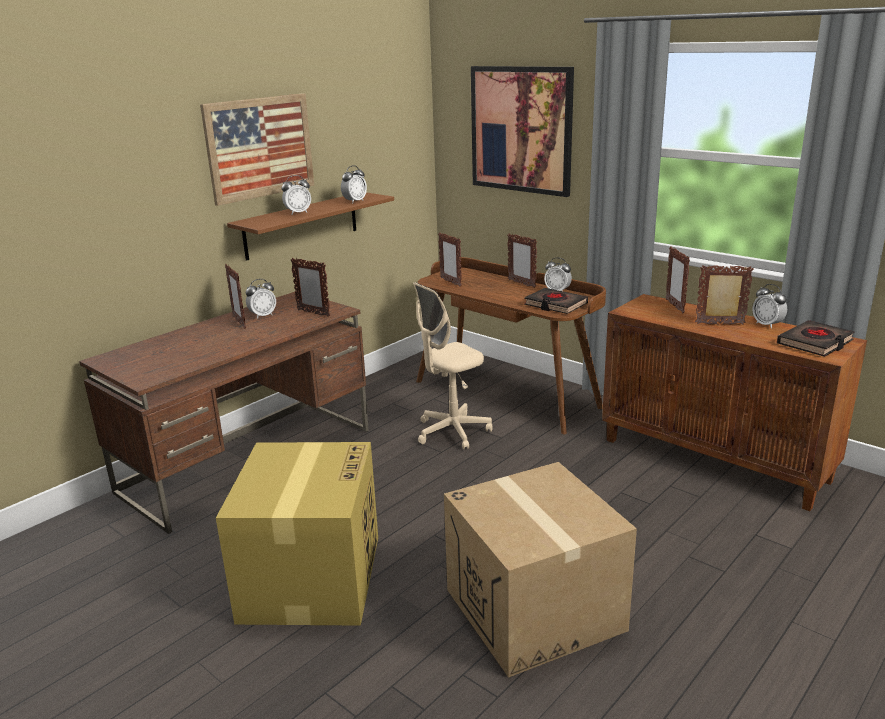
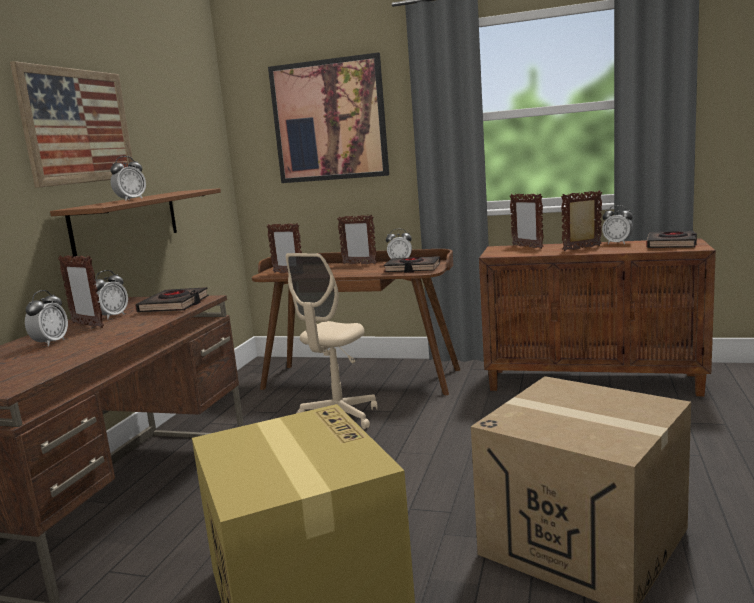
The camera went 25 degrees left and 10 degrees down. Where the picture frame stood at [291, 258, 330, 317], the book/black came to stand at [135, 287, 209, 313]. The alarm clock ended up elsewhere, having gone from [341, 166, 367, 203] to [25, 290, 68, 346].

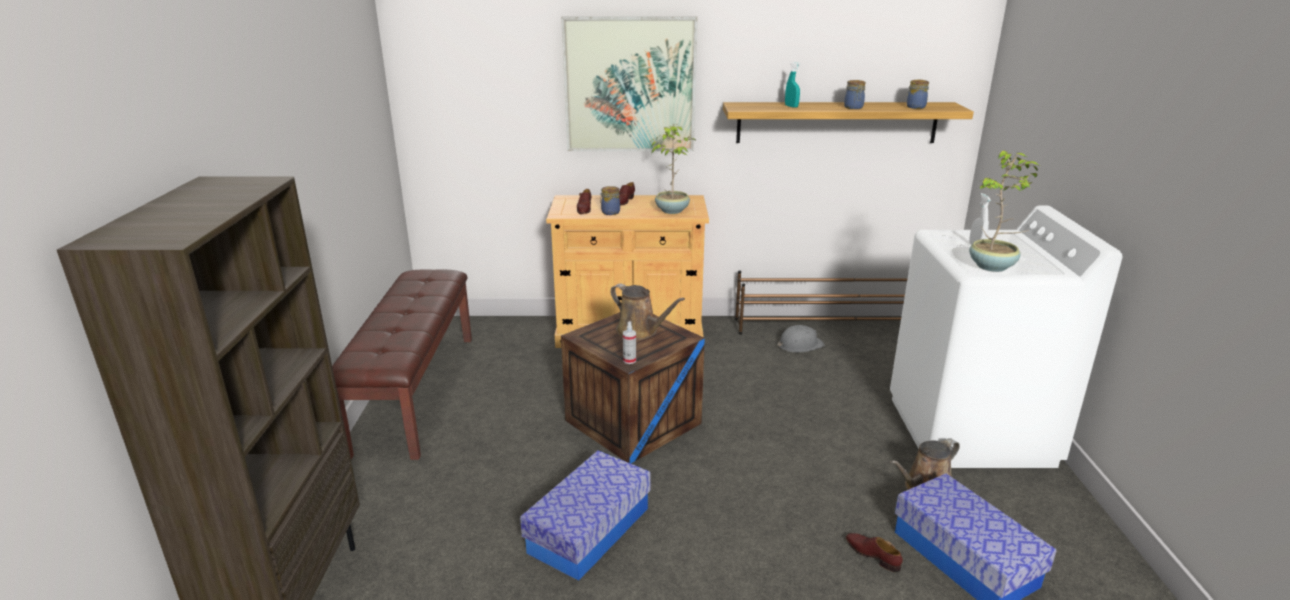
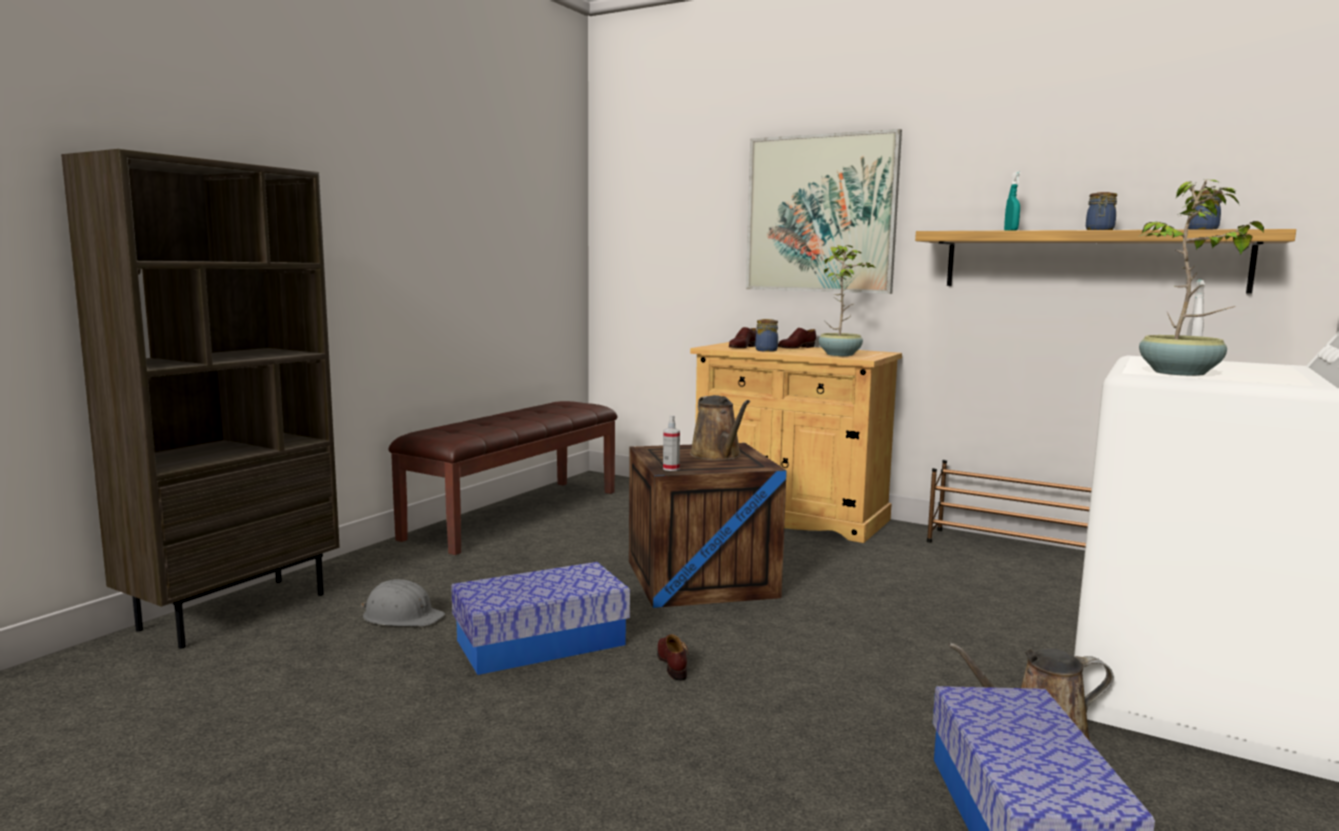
The camera went 30 degrees right and 15 degrees down. The hard hat/grey ended up elsewhere, having gone from [777, 325, 825, 352] to [360, 579, 445, 626]. The shoe/brown ended up elsewhere, having gone from [846, 533, 903, 572] to [657, 634, 688, 681].

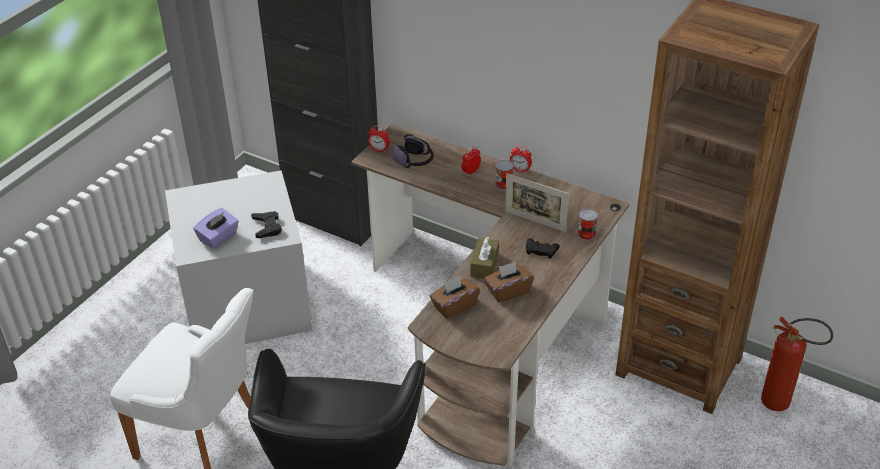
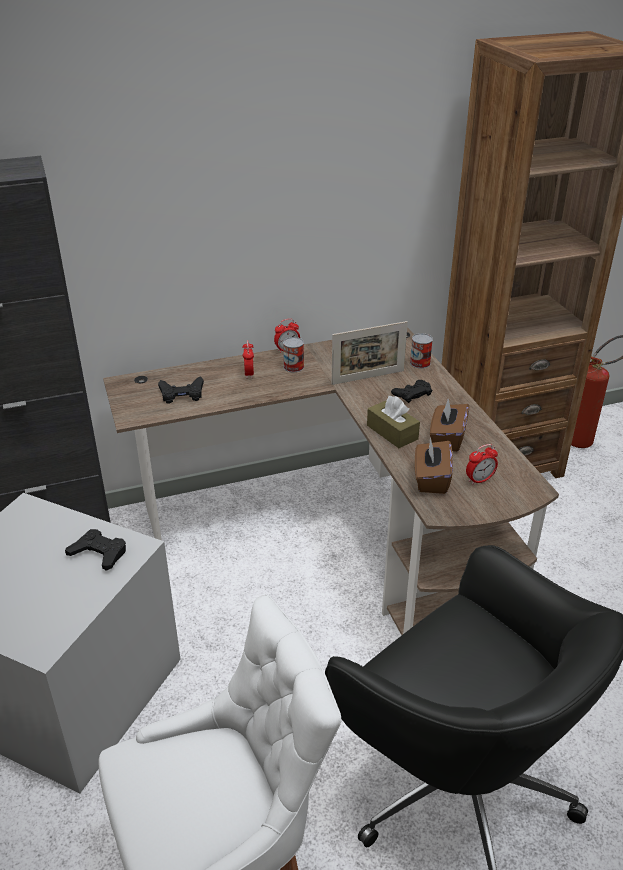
The camera went 50 degrees left and 5 degrees down. The second view lost the tissue box/purple at [193, 208, 239, 249]. The alarm clock ended up elsewhere, having gone from [368, 126, 390, 153] to [466, 444, 498, 485]. Where the headphones stood at [392, 135, 434, 168], the game controller/black came to stand at [158, 376, 204, 404].

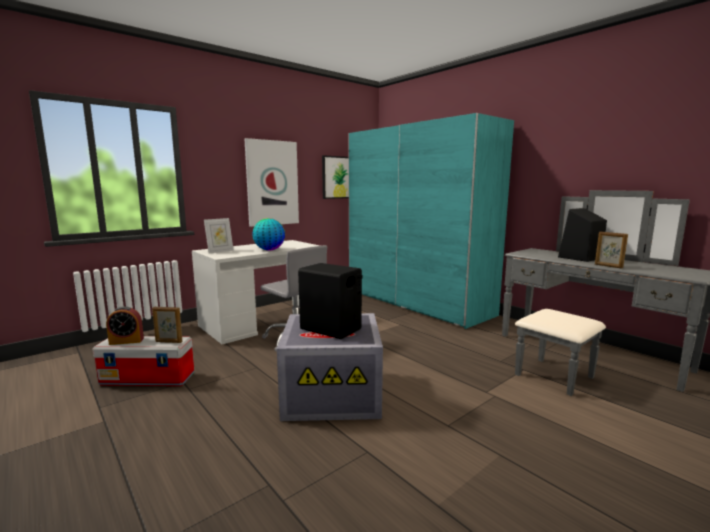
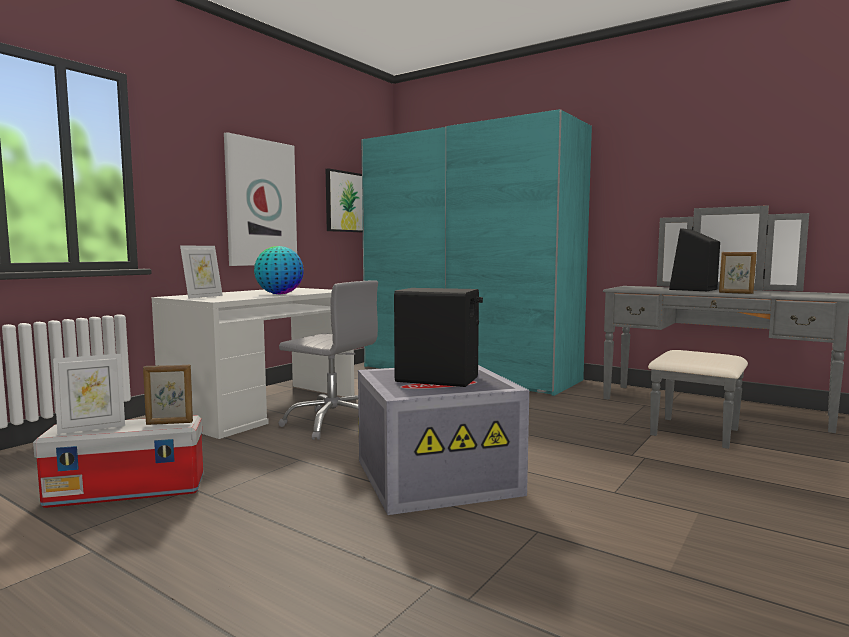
The camera went 15 degrees left and 5 degrees down. Where the alarm clock stood at [106, 306, 144, 345], the picture frame came to stand at [53, 354, 125, 434].

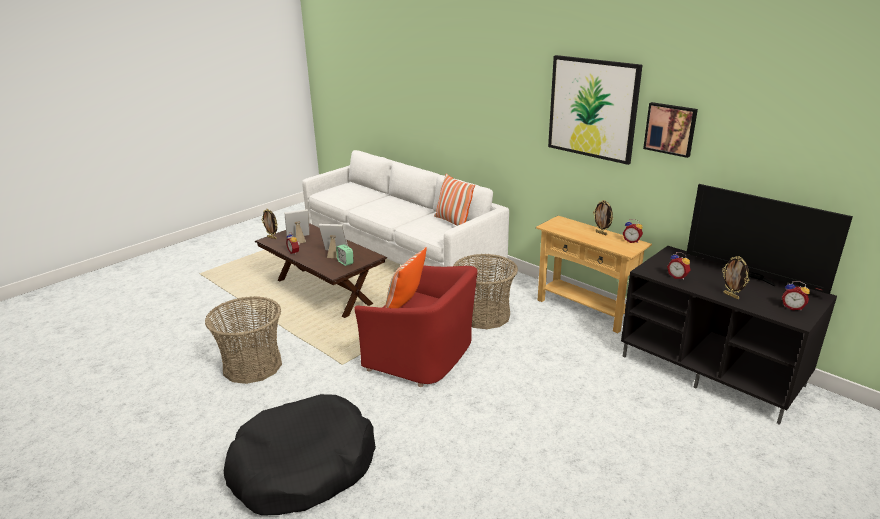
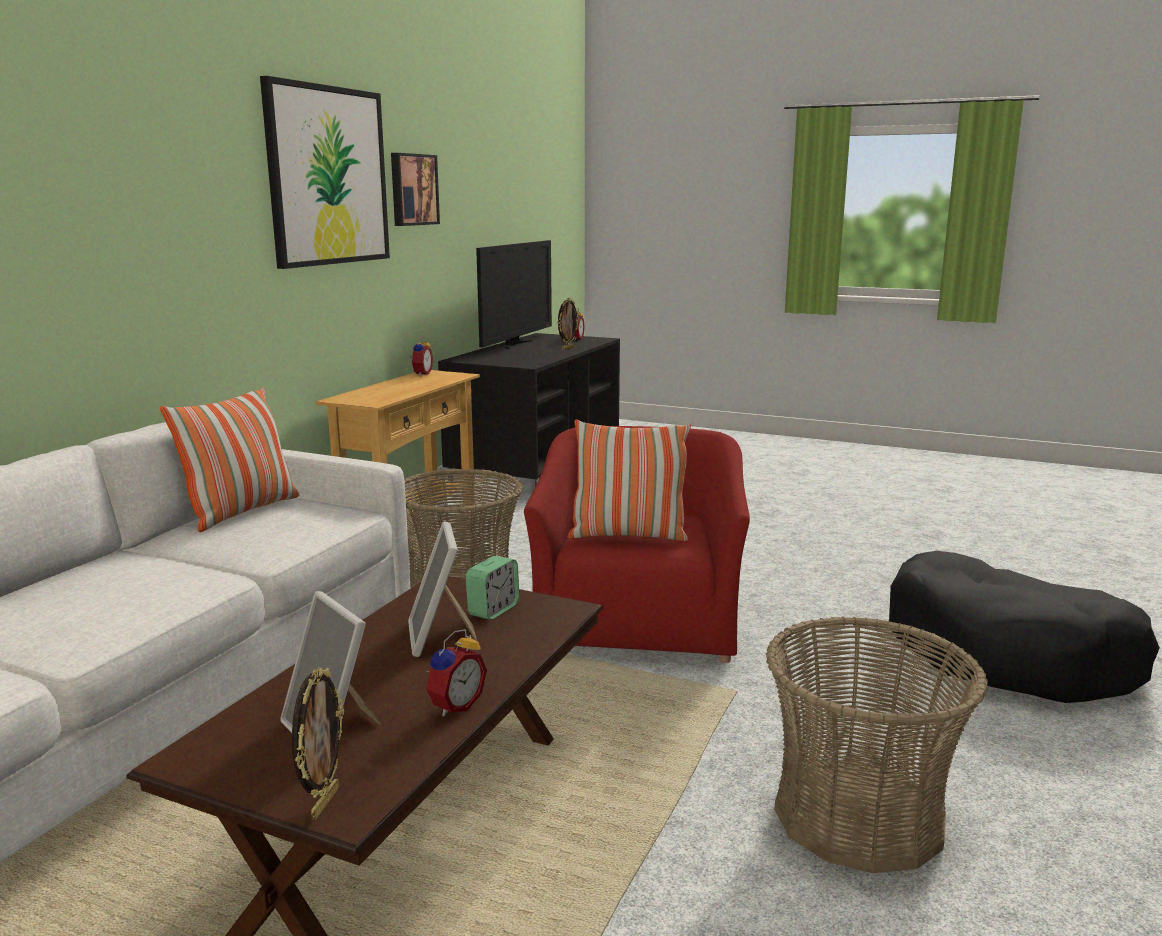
The camera went 110 degrees left and 10 degrees down. The second view lost the picture frame at [593, 200, 613, 235]. The second view lost the alarm clock at [667, 252, 691, 280].

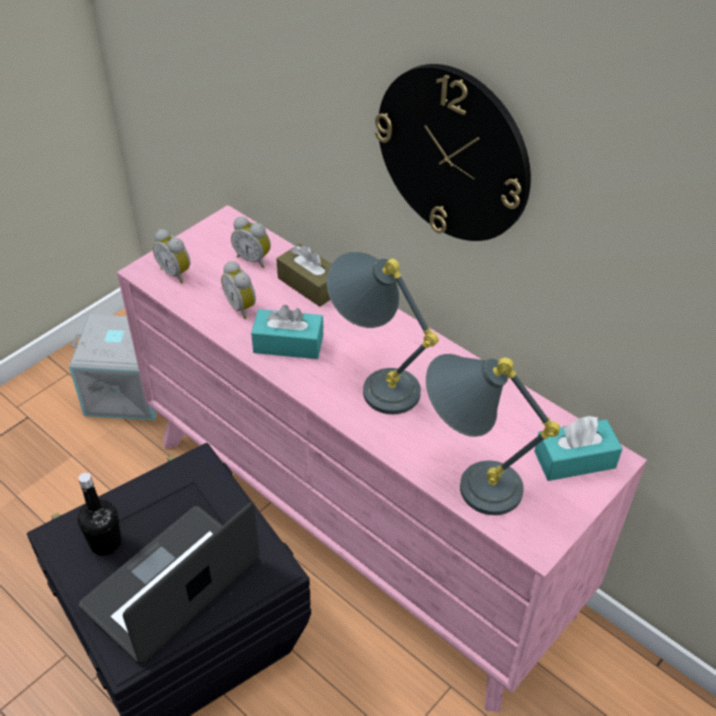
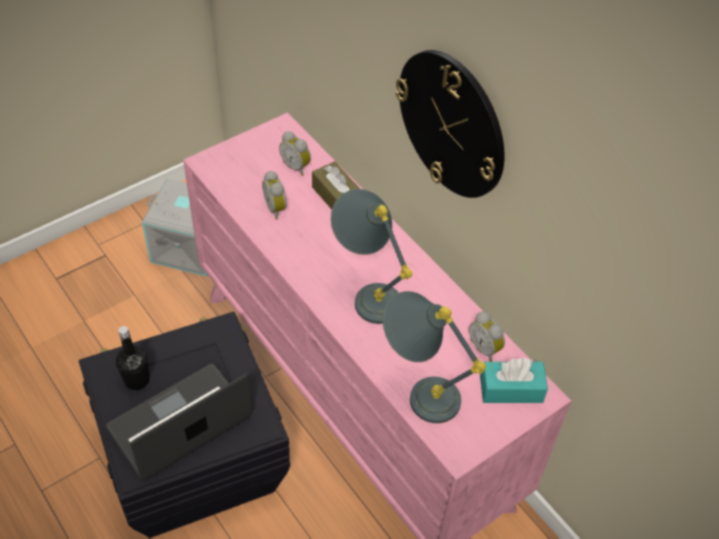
The camera went 10 degrees right and 5 degrees up. The alarm clock ended up elsewhere, having gone from [153, 229, 190, 283] to [469, 312, 505, 362]. The second view lost the tissue box/turquoise at [251, 305, 324, 359].

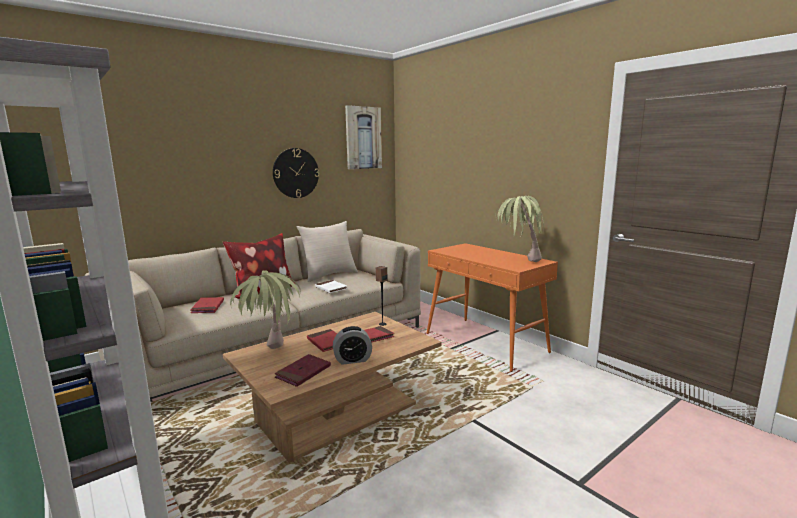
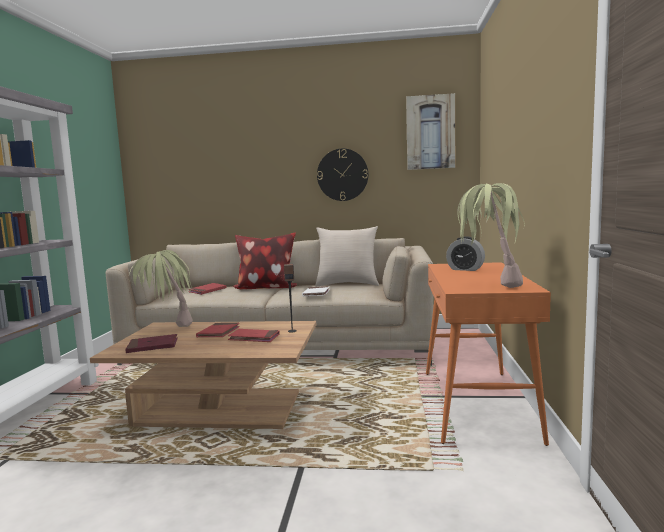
The camera went 45 degrees right and 5 degrees down. The alarm clock ended up elsewhere, having gone from [333, 326, 372, 365] to [446, 236, 485, 271].

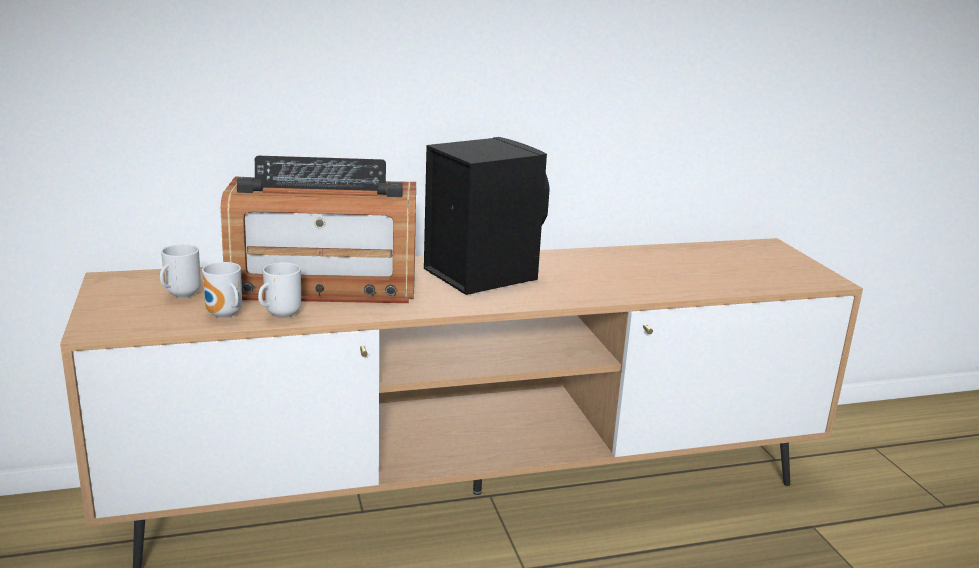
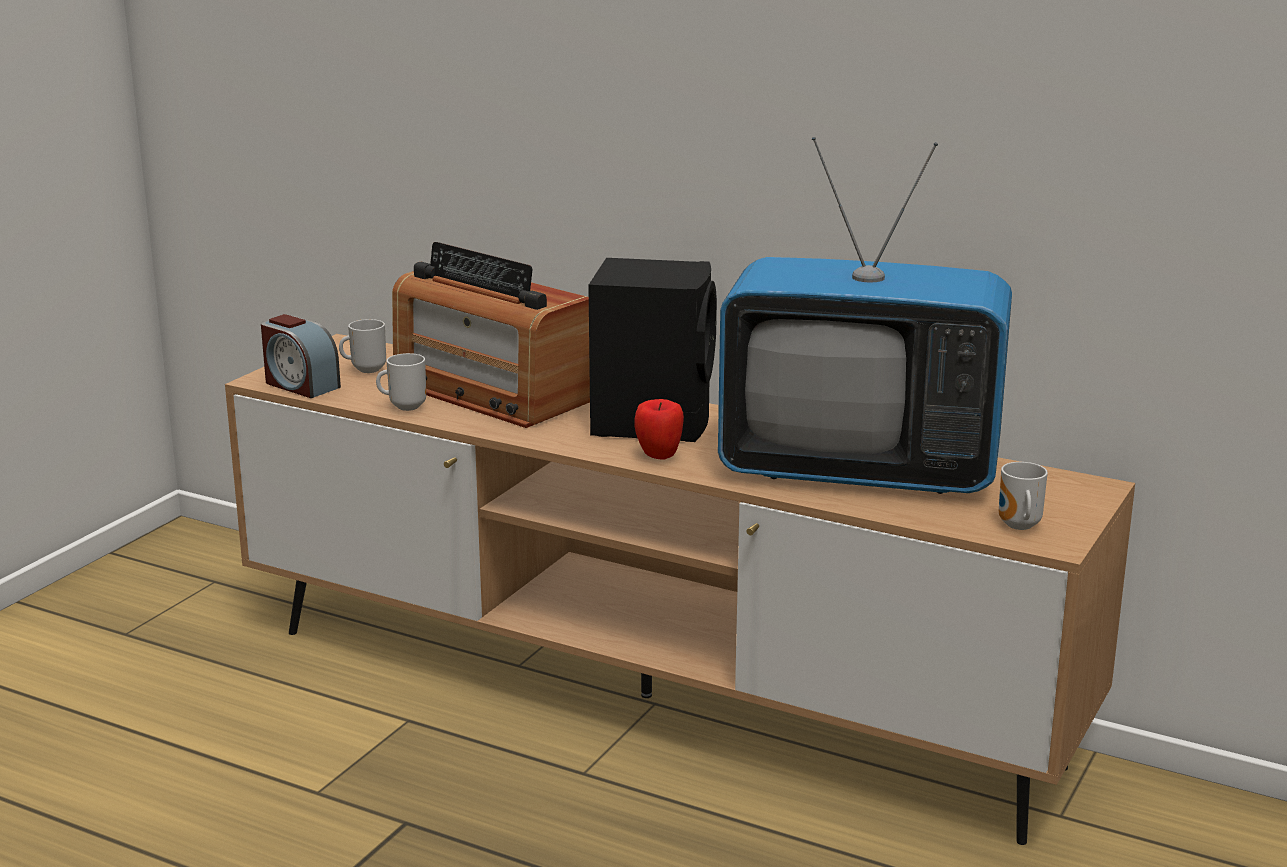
The camera went 45 degrees right and 0 degrees up. The mug ended up elsewhere, having gone from [202, 262, 242, 318] to [999, 462, 1048, 530]. The second view gained the alarm clock at [261, 314, 341, 398]. The second view gained the apple at [635, 399, 684, 460]. The second view gained the television at [718, 137, 1012, 494].

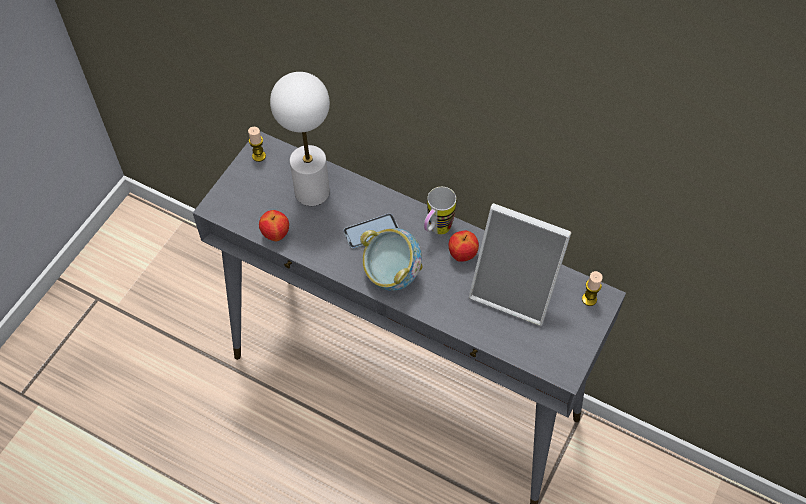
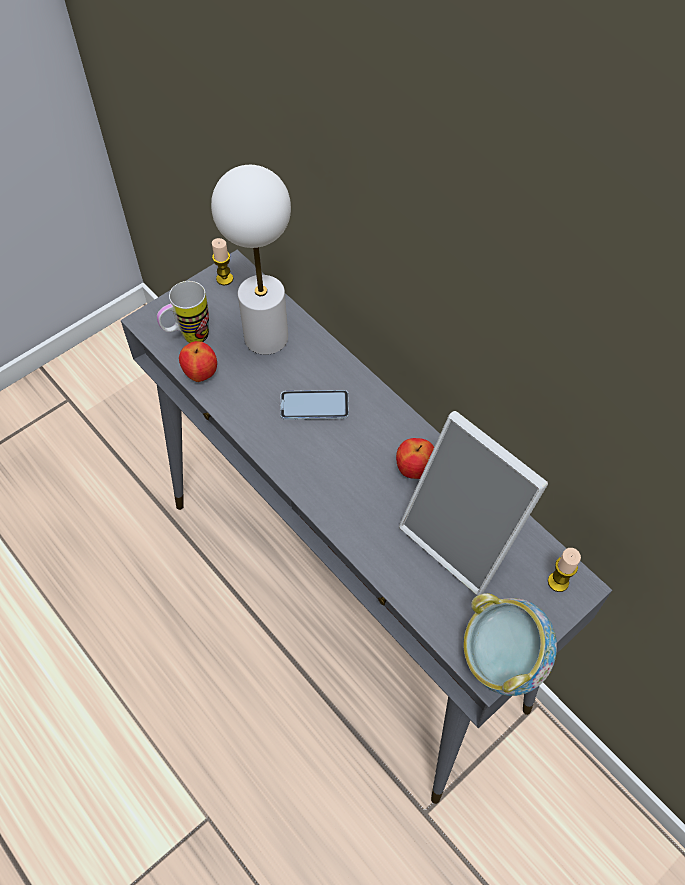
The camera went 20 degrees right and 0 degrees up. The bowl ended up elsewhere, having gone from [360, 228, 422, 291] to [464, 593, 557, 696]. The mug ended up elsewhere, having gone from [424, 187, 456, 235] to [157, 281, 209, 343].

